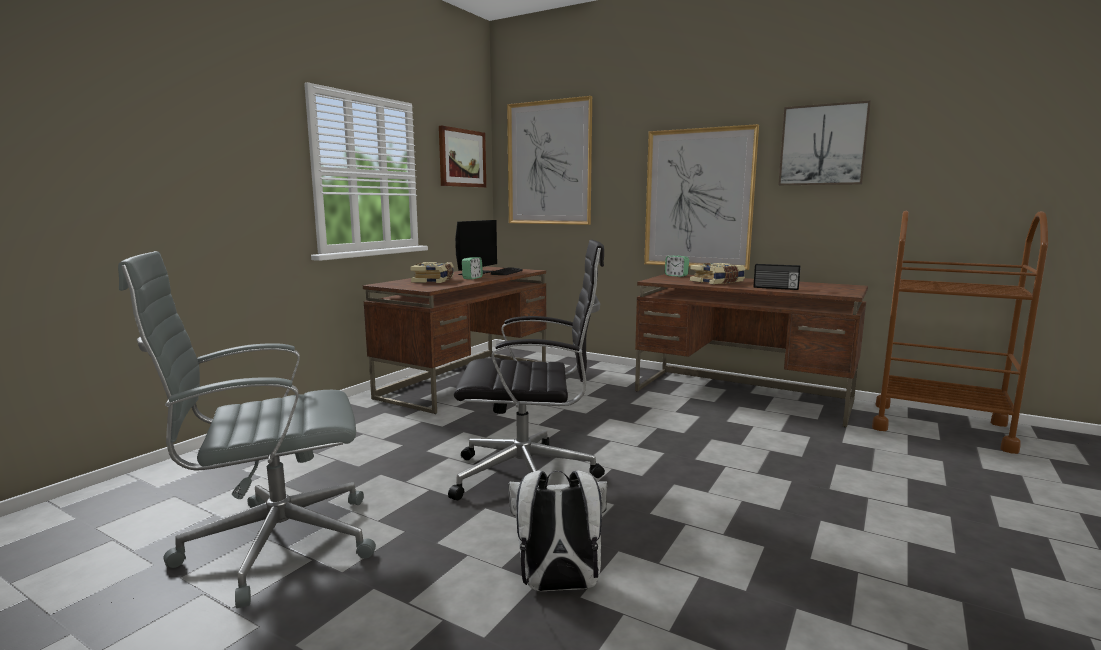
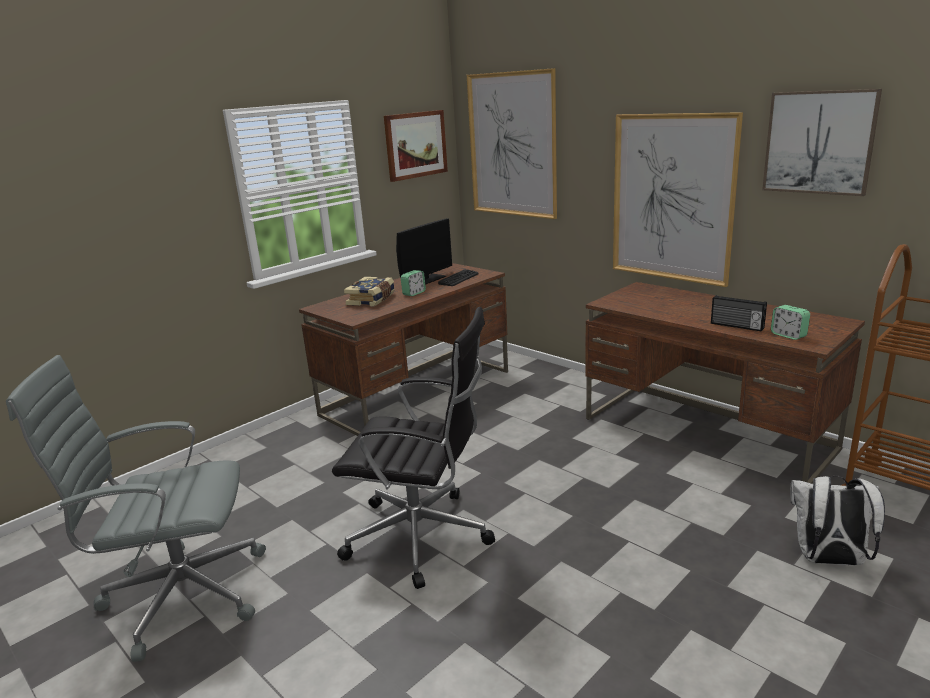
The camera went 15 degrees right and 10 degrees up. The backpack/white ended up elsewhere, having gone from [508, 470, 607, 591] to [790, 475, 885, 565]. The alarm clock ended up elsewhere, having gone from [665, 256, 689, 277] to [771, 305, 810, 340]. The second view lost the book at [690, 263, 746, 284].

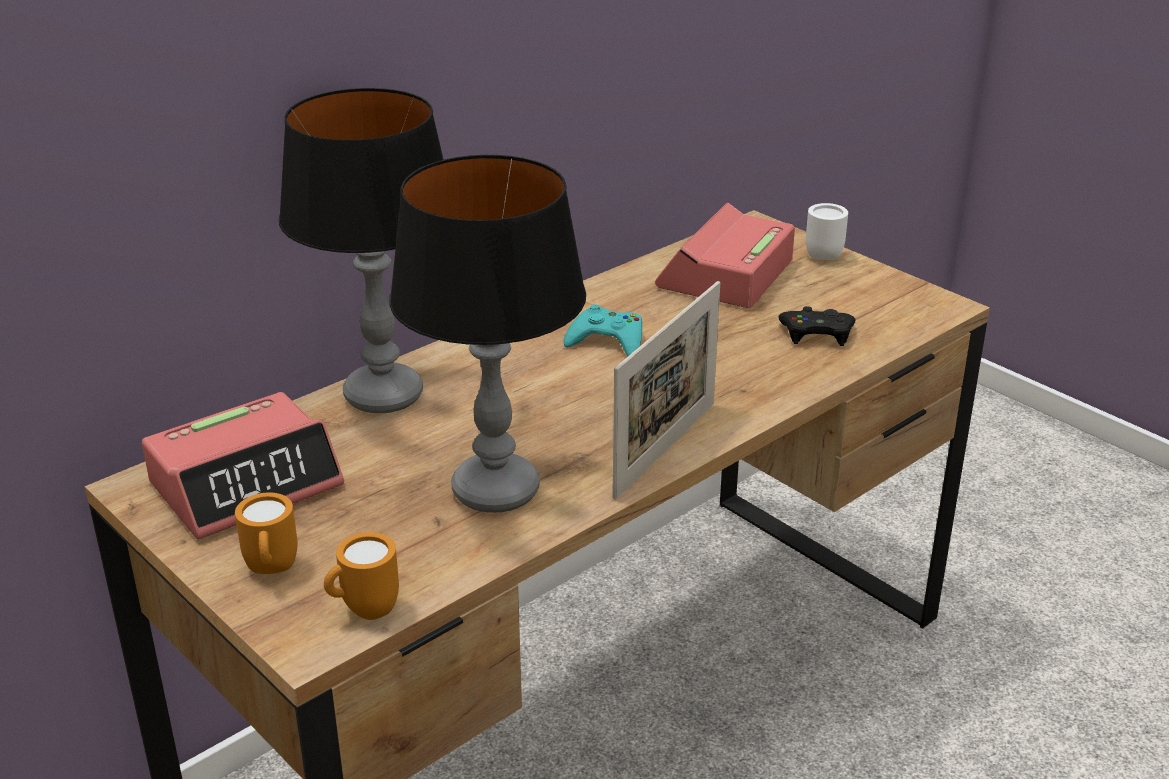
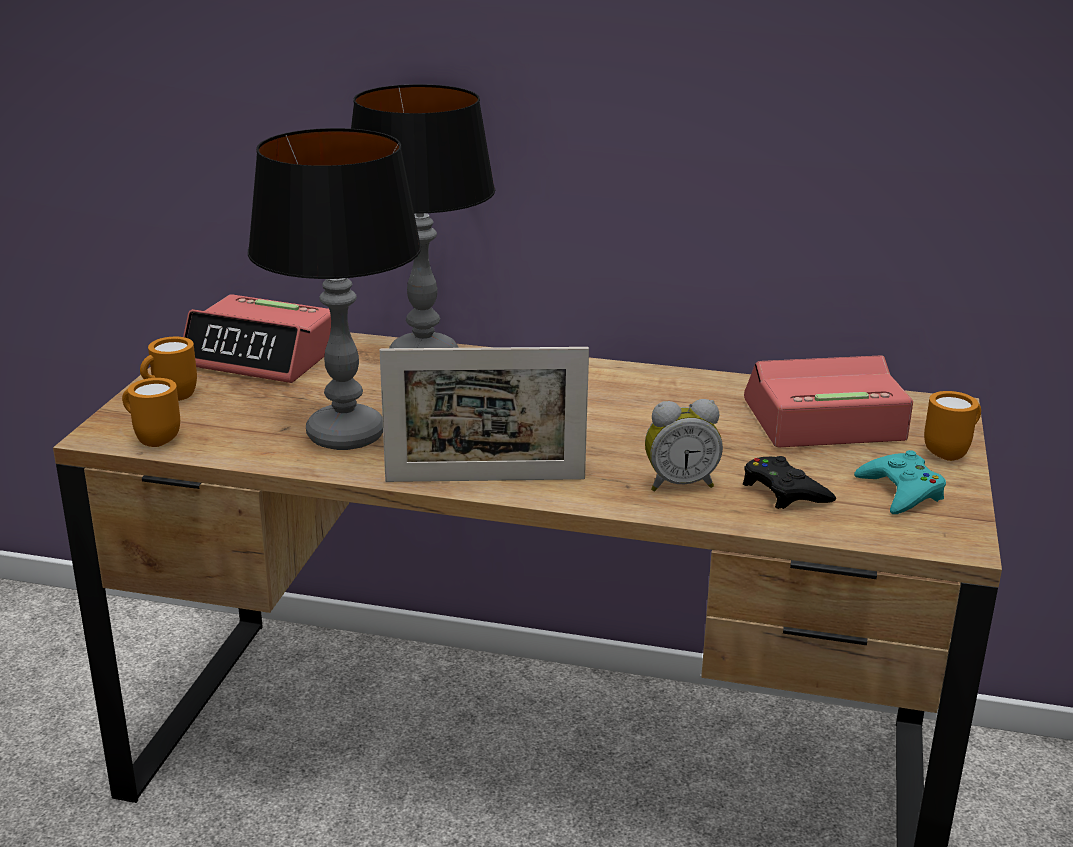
The camera went 55 degrees right and 5 degrees down. The game controller/turquoise ended up elsewhere, having gone from [563, 304, 642, 356] to [854, 450, 946, 514]. What was the mug/white at [806, 203, 848, 260] turned into the mug/orange at [924, 391, 981, 461]. The second view gained the alarm clock at [645, 399, 723, 492].

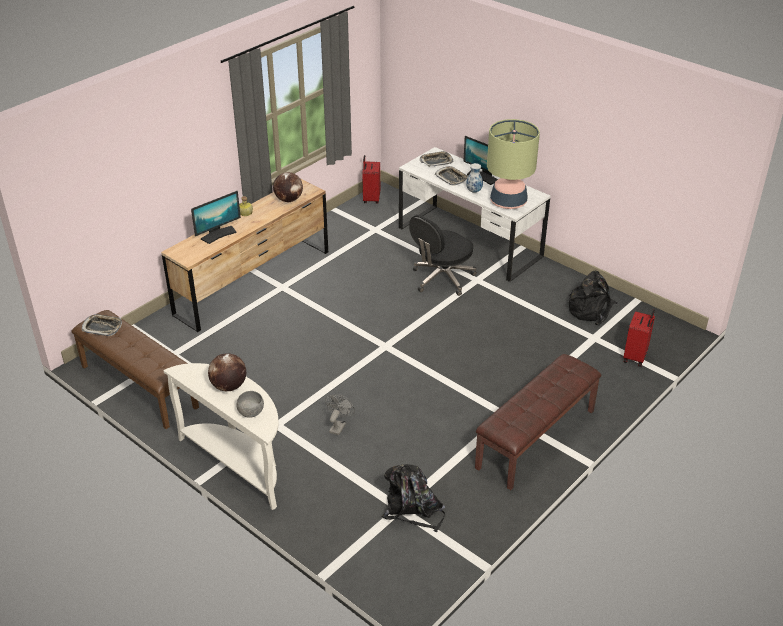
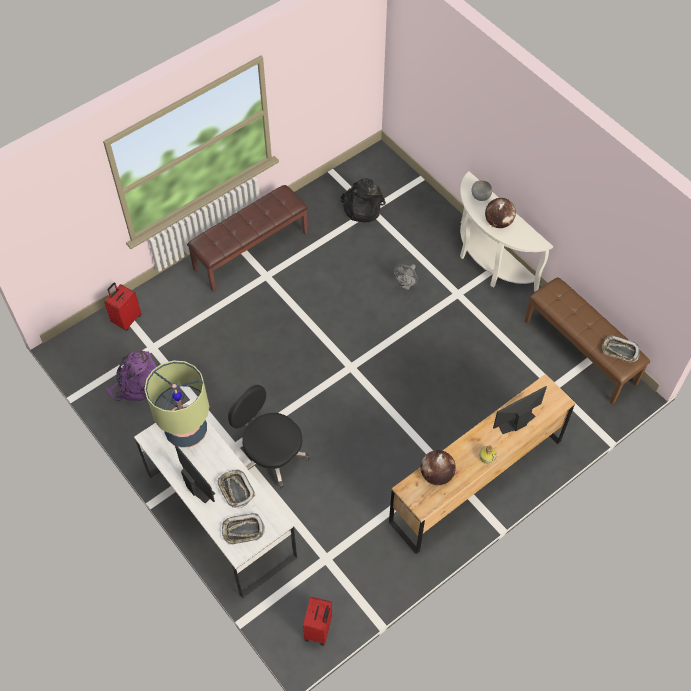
The camera went 170 degrees left and 20 degrees up. The office chair/black at [409, 215, 477, 296] ended up facing another way, 105 degrees counterclockwise from before. The second view lost the vase at [466, 163, 483, 193]. What was the backpack/black at [569, 271, 618, 325] turned into the backpack/purple at [106, 350, 157, 401].

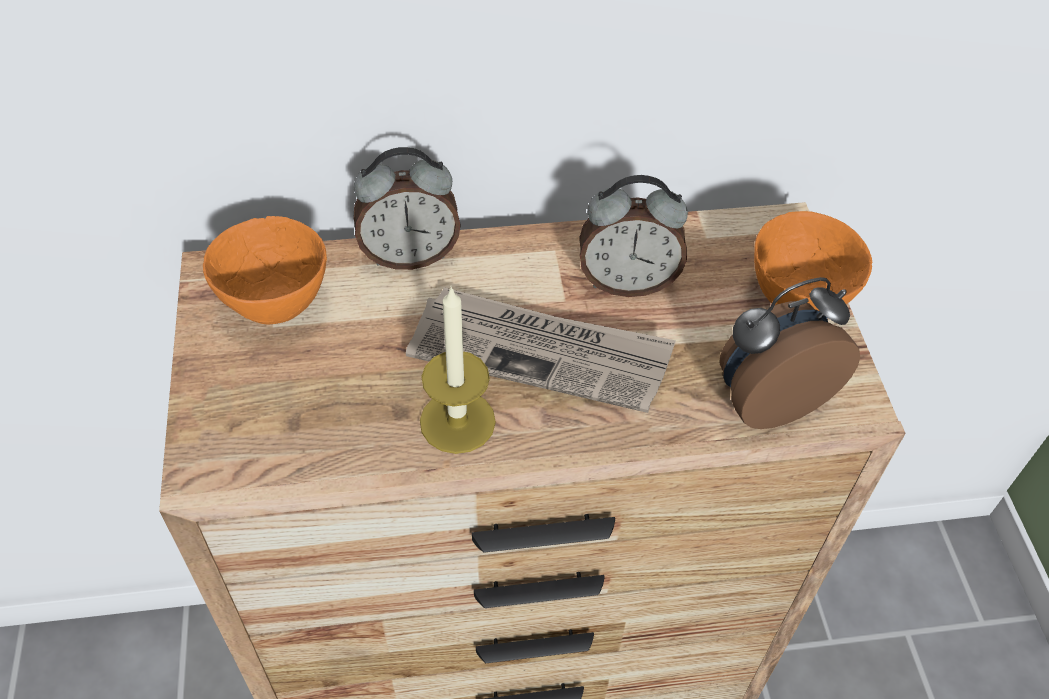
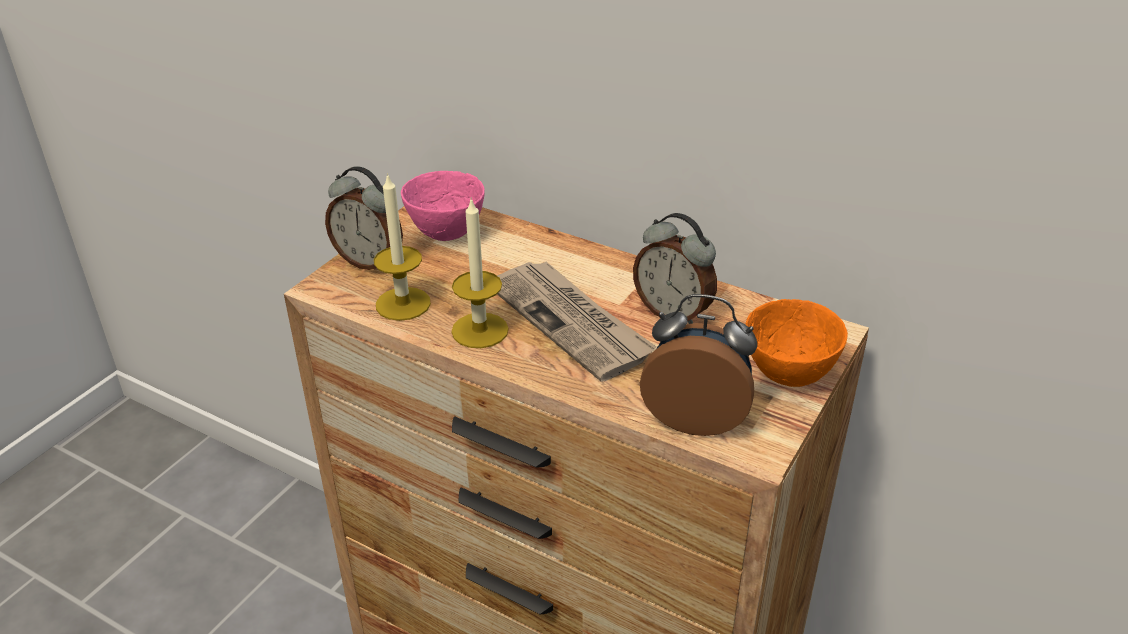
The camera went 40 degrees right and 15 degrees down. What was the bowl/orange at [203, 216, 327, 325] turned into the bowl/pink at [401, 171, 485, 241]. The alarm clock ended up elsewhere, having gone from [353, 147, 461, 270] to [325, 166, 403, 270]. The second view gained the candle at [374, 173, 431, 321].

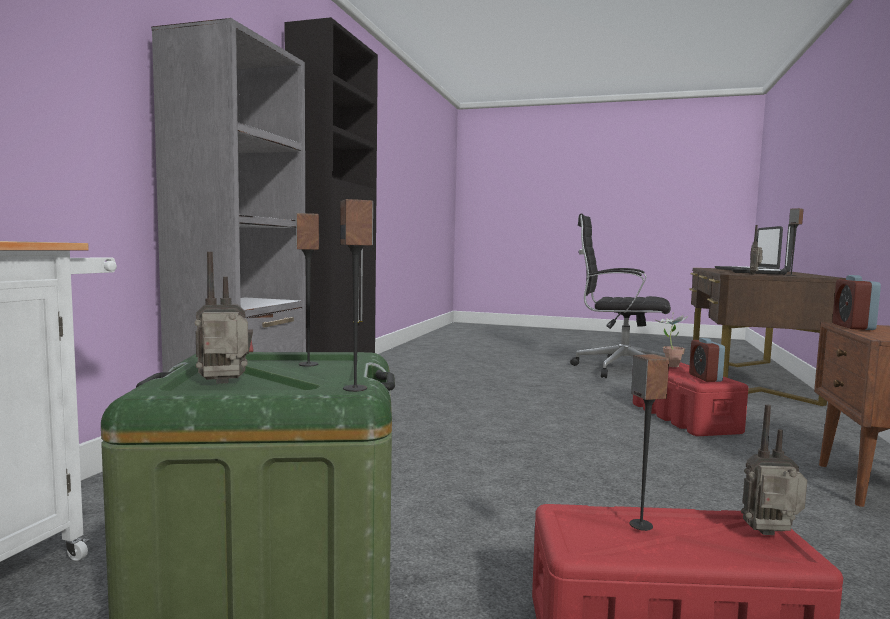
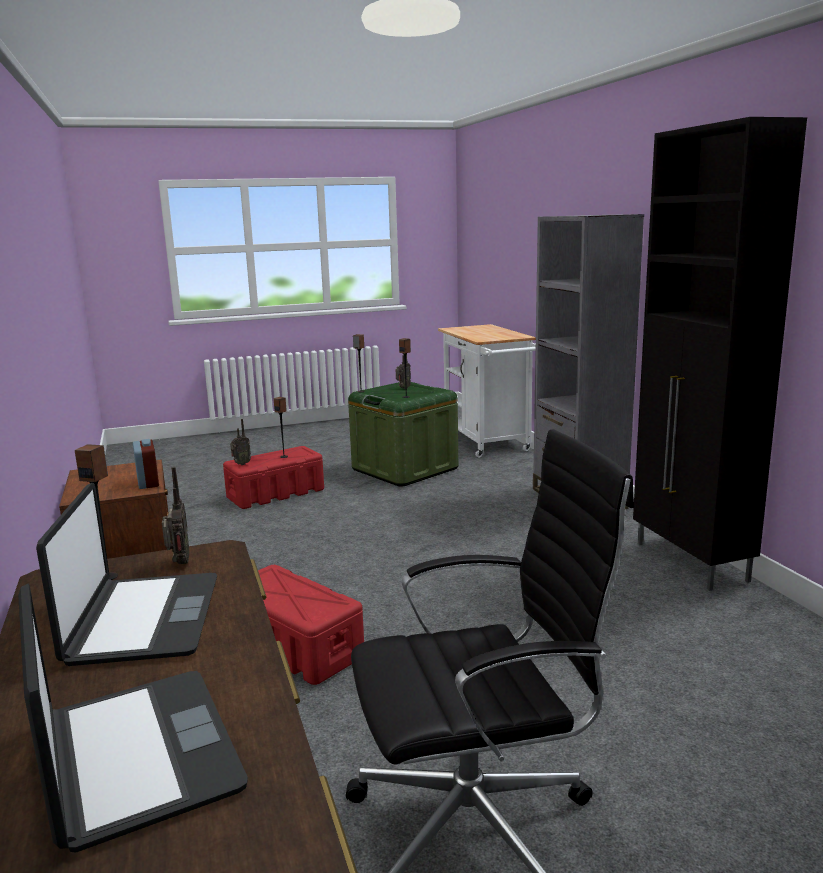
The camera went 145 degrees right and 10 degrees up. The second view lost the potted plant at [656, 312, 688, 367]. The second view lost the alarm clock at [689, 338, 725, 382].

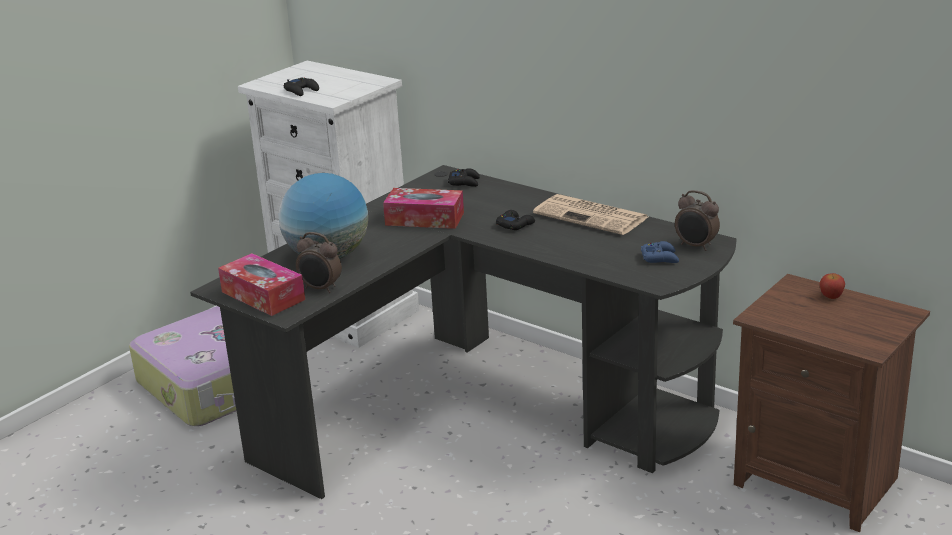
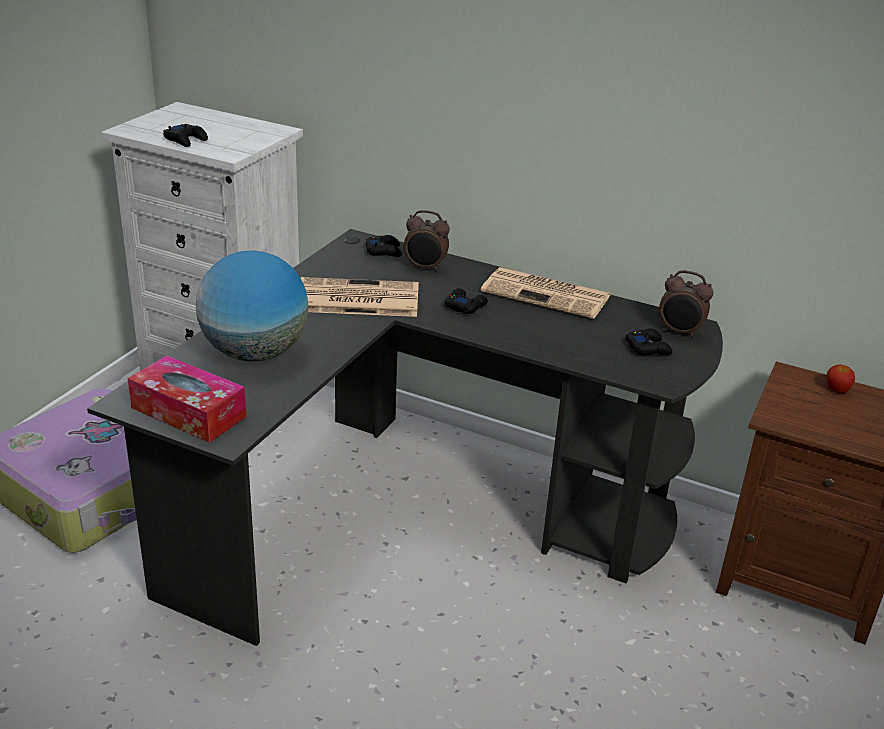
The camera went 15 degrees left and 5 degrees up. The alarm clock ended up elsewhere, having gone from [296, 232, 342, 293] to [404, 210, 450, 272]. Where the tissue box stood at [383, 188, 464, 229], the newspaper came to stand at [301, 277, 419, 317]. What was the game controller/blue at [641, 241, 679, 263] turned into the game controller/black at [625, 329, 672, 355].

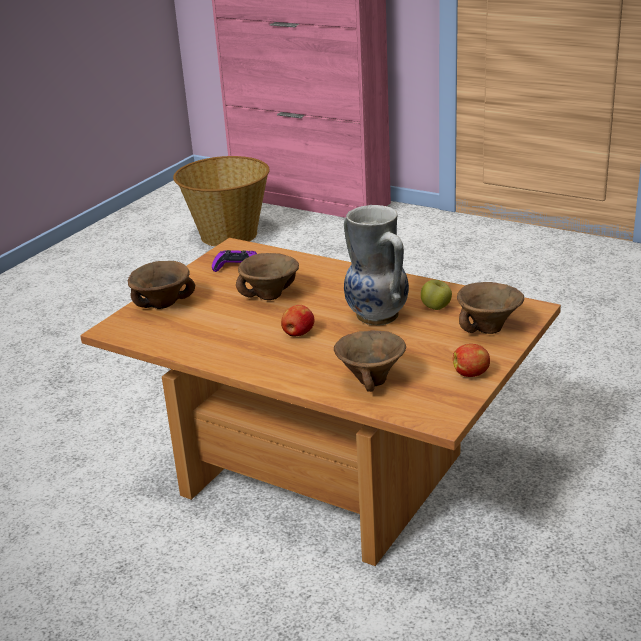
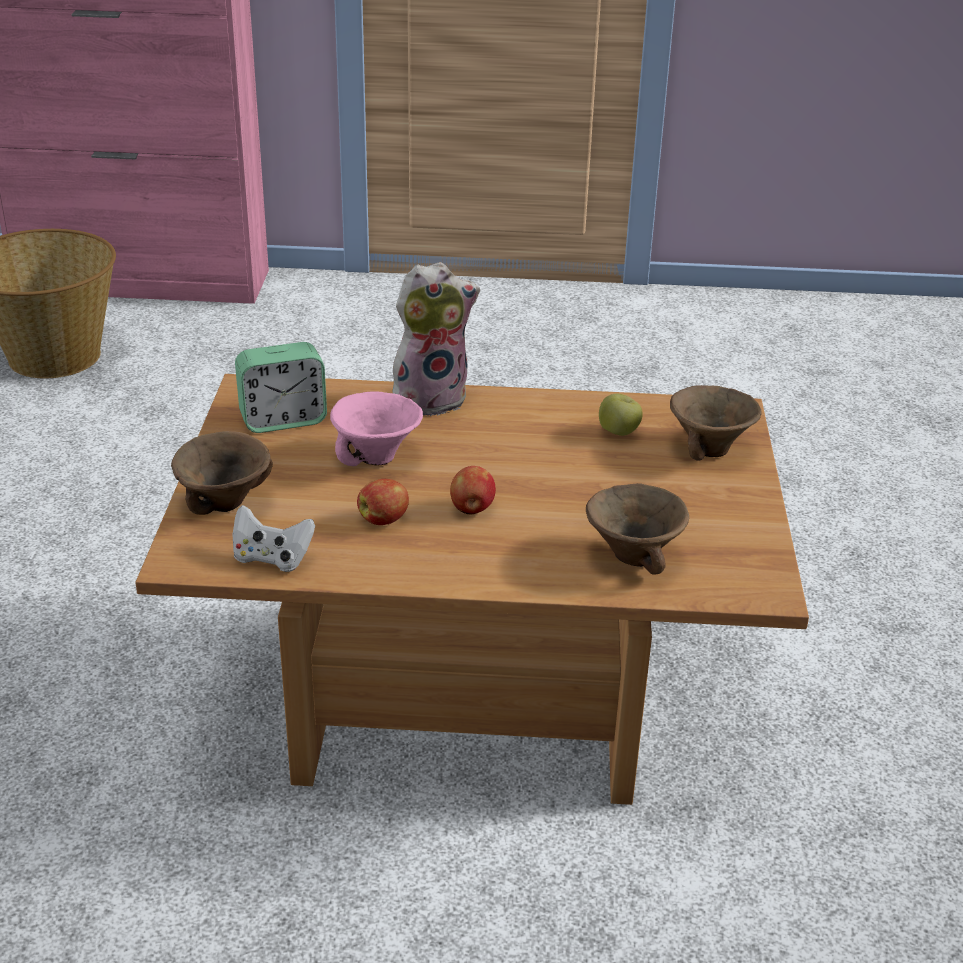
The camera went 30 degrees left and 5 degrees up. Where the game controller/purple stood at [212, 250, 257, 272], the alarm clock came to stand at [235, 342, 327, 433]. What was the bowl/brown at [236, 253, 299, 300] turned into the bowl/pink at [330, 391, 423, 466]. The second view lost the vase at [344, 205, 409, 326]. The apple ended up elsewhere, having gone from [453, 344, 490, 377] to [357, 479, 409, 525]. The second view gained the game controller/white at [233, 505, 315, 572]. The second view gained the plush toy at [393, 262, 480, 416].

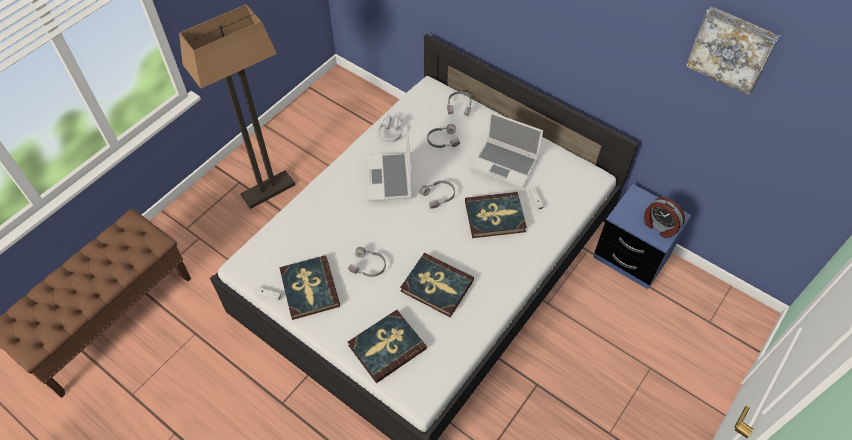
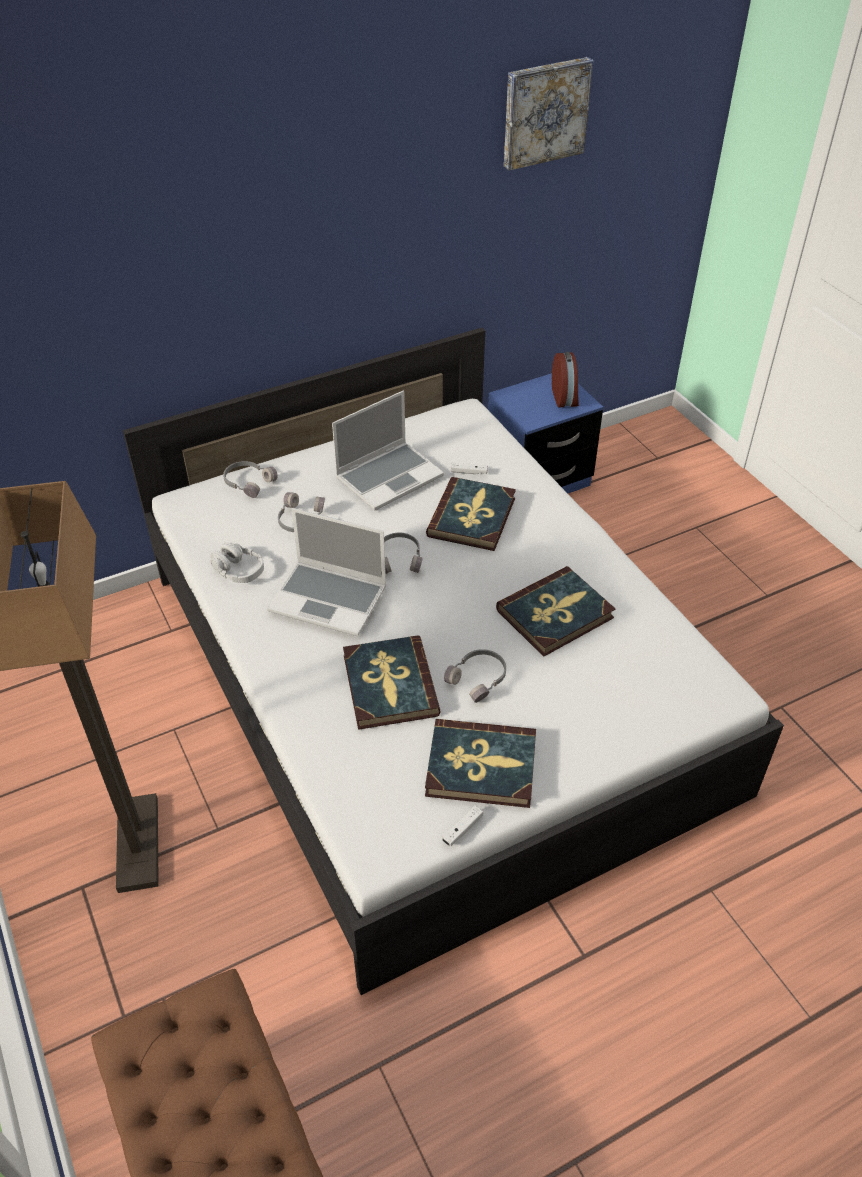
The camera went 65 degrees left and 10 degrees down. The book ended up elsewhere, having gone from [348, 310, 427, 383] to [343, 635, 441, 730]. The alarm clock at [644, 197, 685, 238] ended up facing another way, 75 degrees counterclockwise from before.

